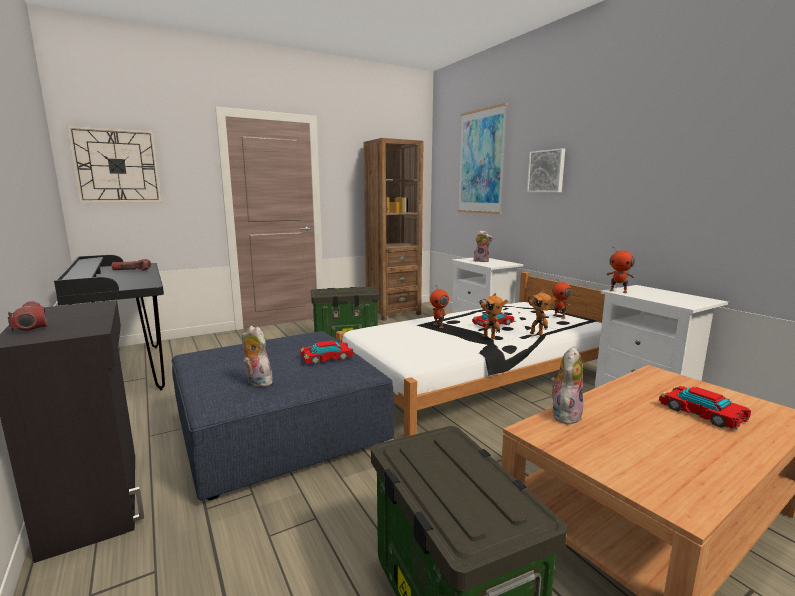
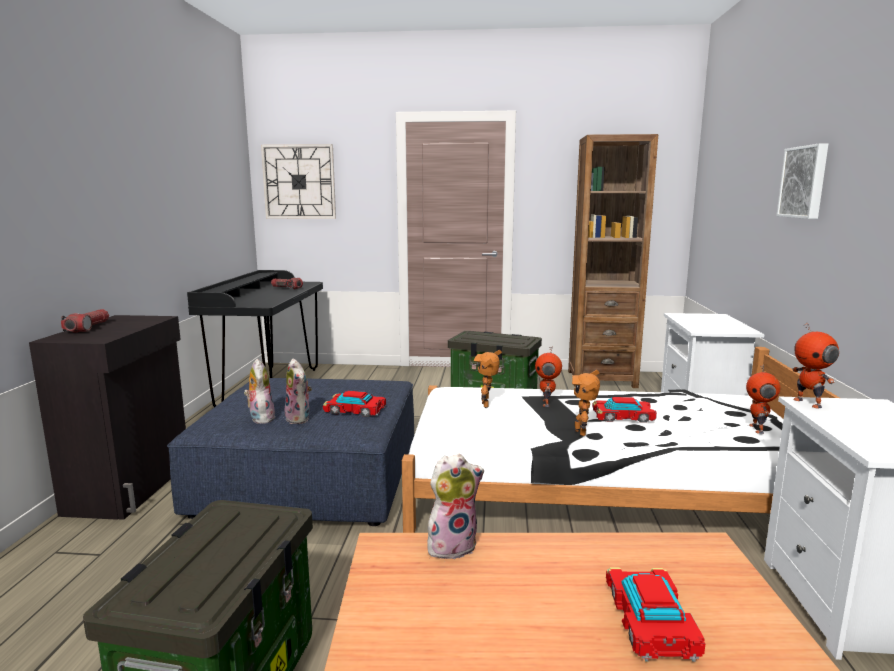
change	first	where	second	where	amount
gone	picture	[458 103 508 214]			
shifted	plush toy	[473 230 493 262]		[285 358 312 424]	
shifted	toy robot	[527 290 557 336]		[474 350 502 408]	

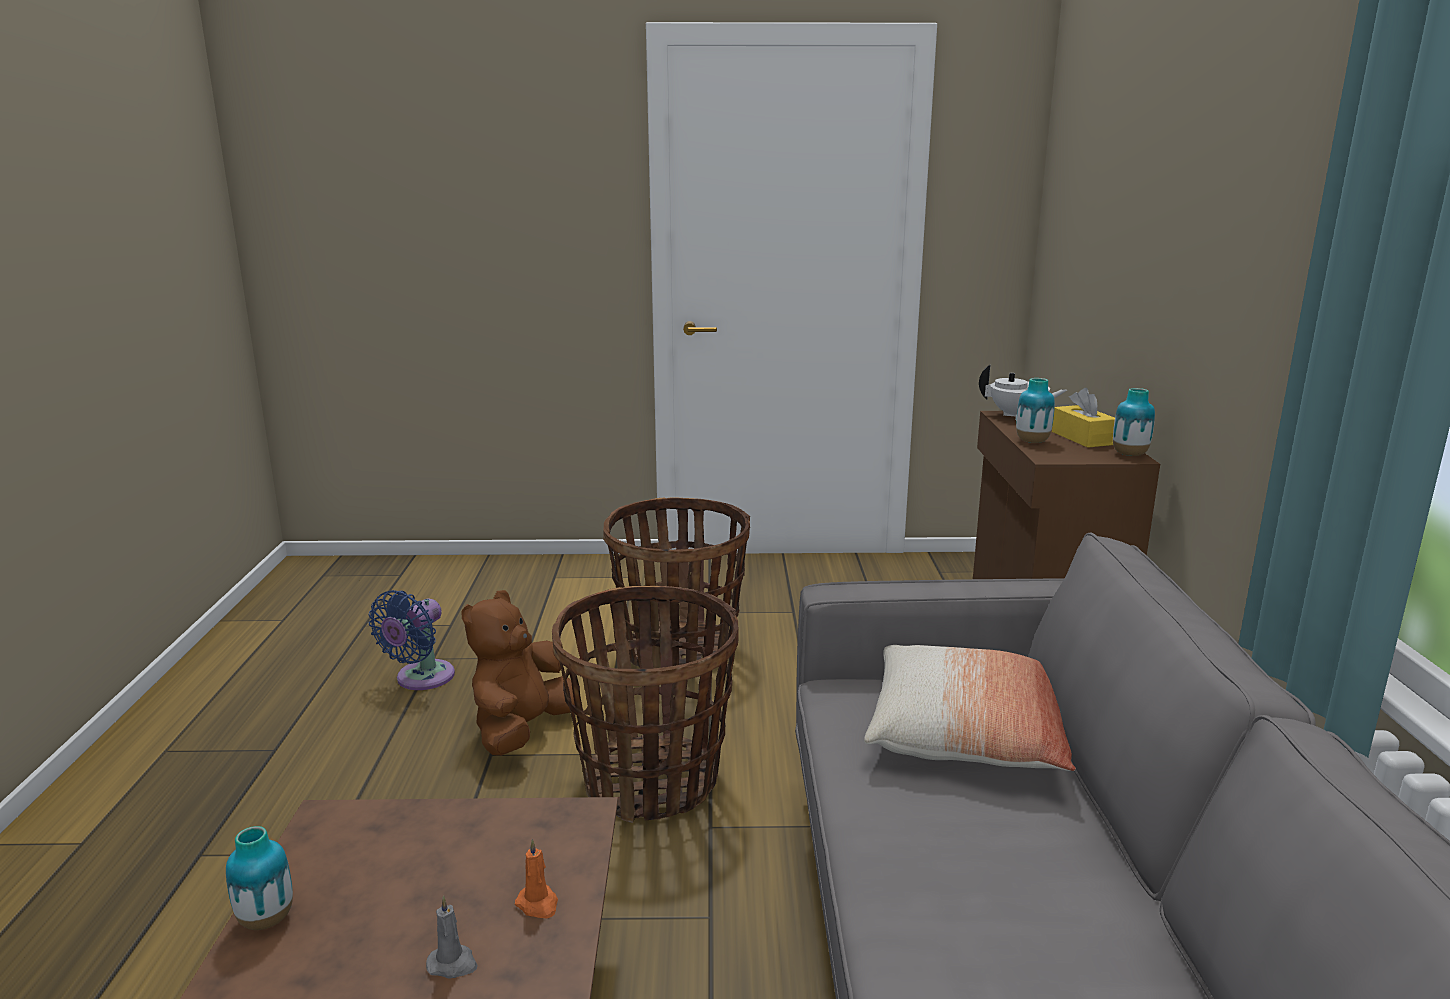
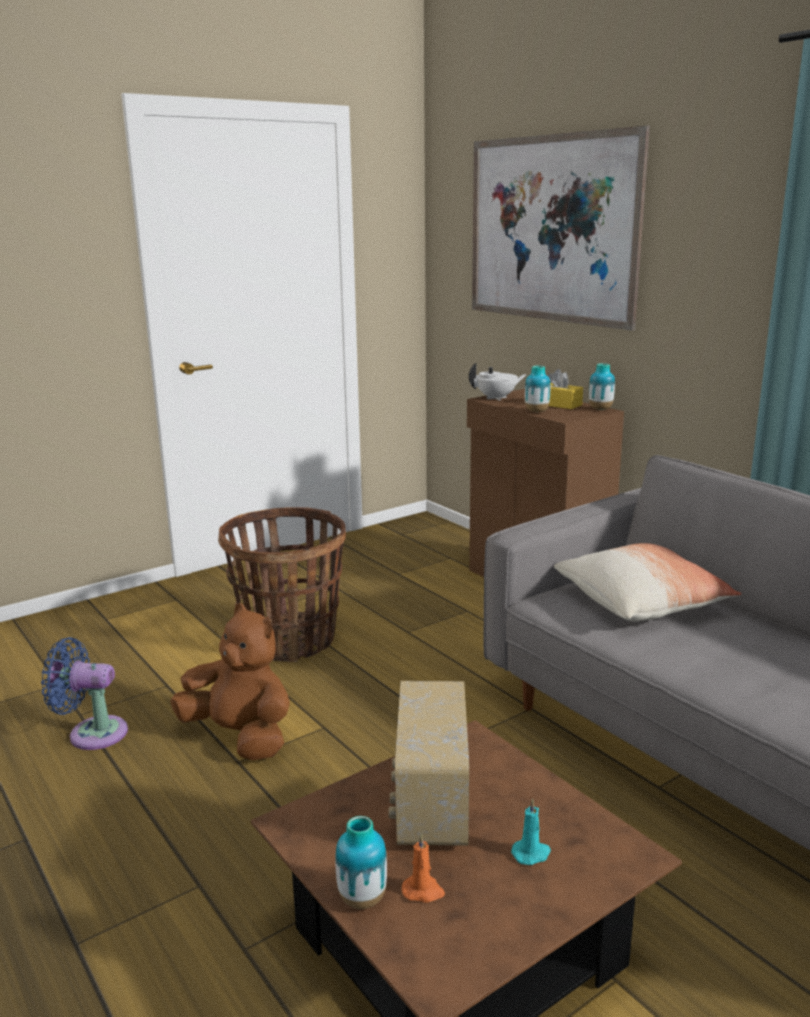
change	first	where	second	where	amount
rotated	blue fan	[369 590 455 690]		[41 637 128 750]	105 degrees clockwise
repainted	grey candle	[426 896 478 979]	turquoise candle	[511 799 551 865]	
rotated	brown plush toy	[461 590 575 756]		[170 604 290 760]	135 degrees clockwise
shifted	orange candle	[515 839 558 918]		[402 833 445 903]	
gone	basket	[552 586 739 823]			
new			radio	[389 681 469 846]	
new			picture	[472 125 650 331]	

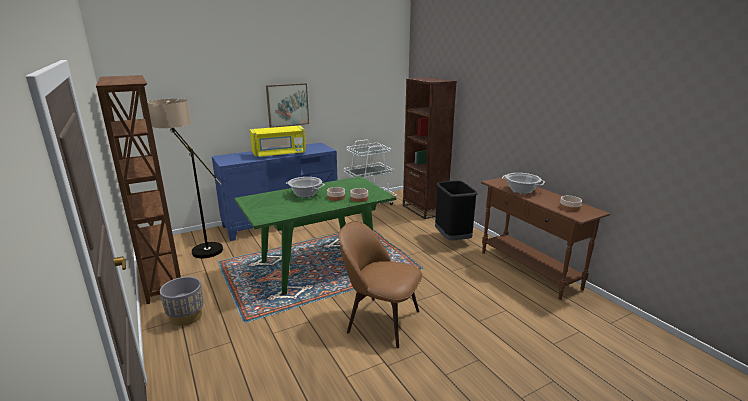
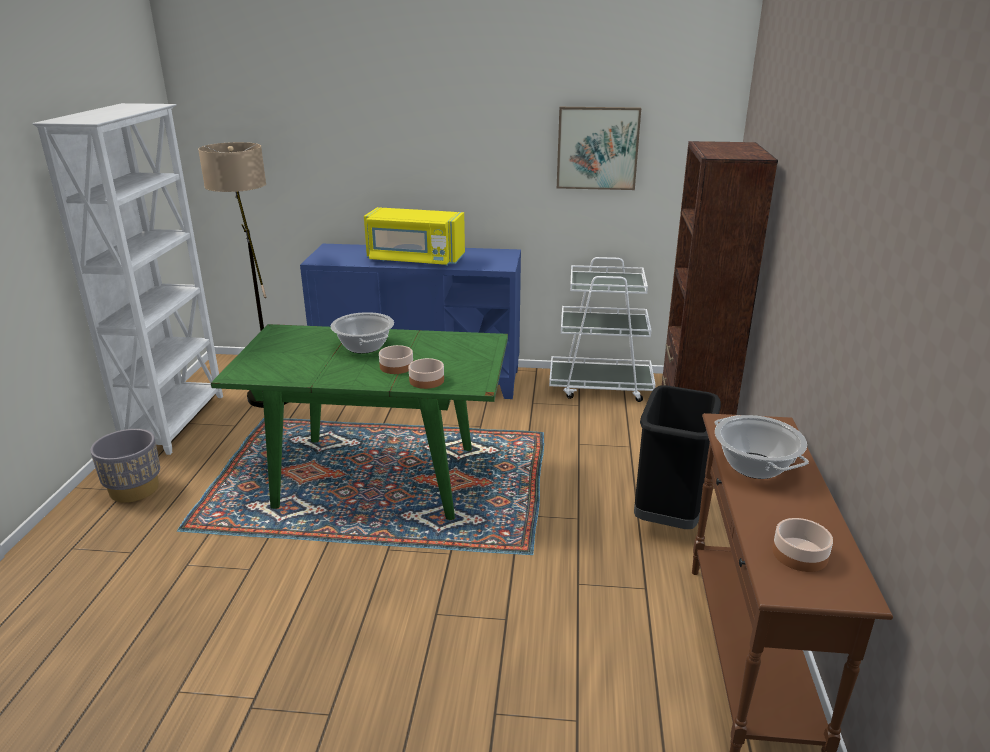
change	first	where	second	where	amount
repainted	brown bookcase	[96 75 181 304]	white bookcase	[32 103 223 455]	
shifted	picture	[266 83 309 128]		[557 107 641 190]	
gone	brown chair	[339 221 423 348]			

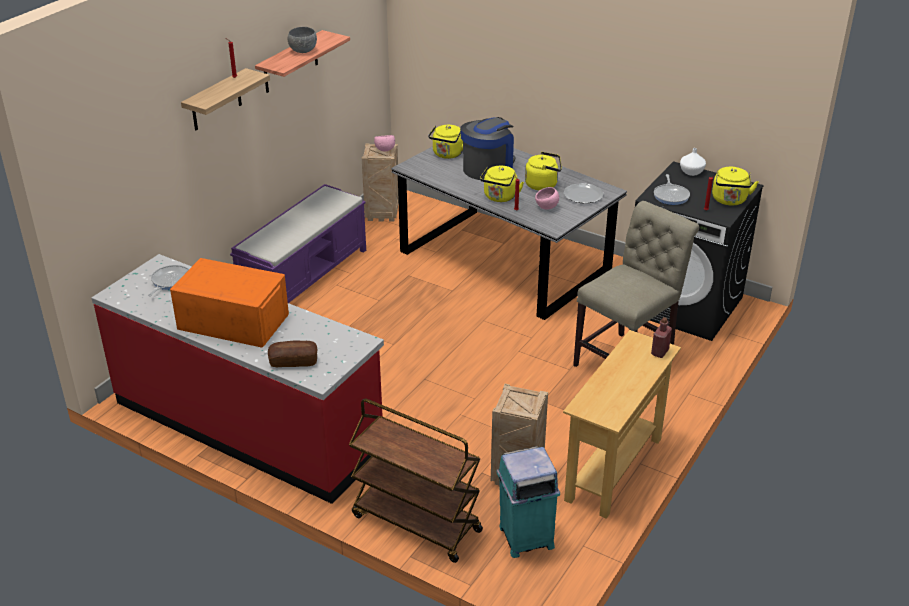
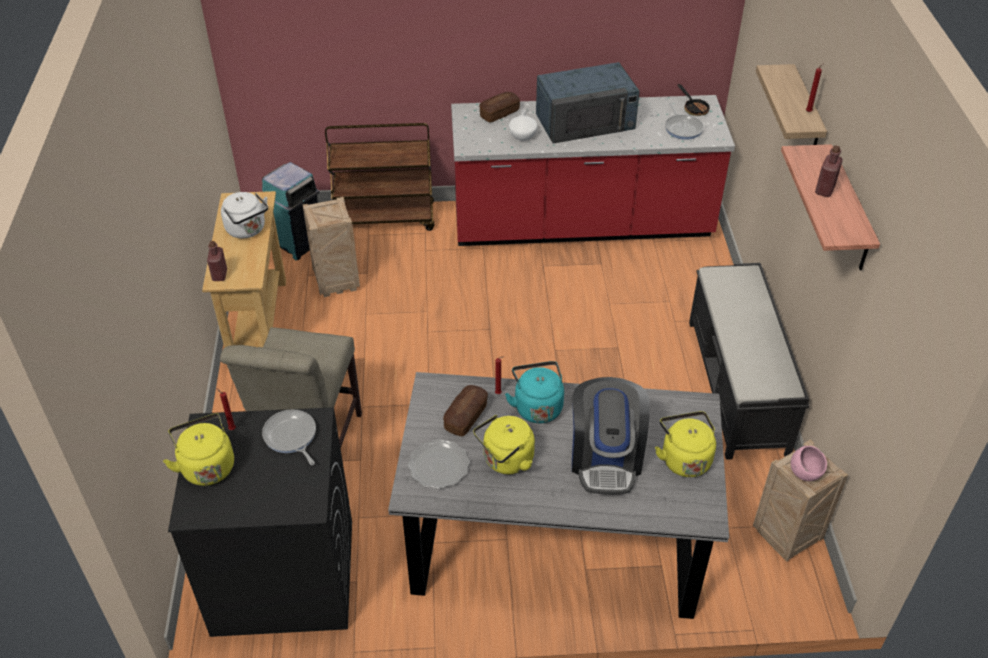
change	first	where	second	where	amount
repainted	orange microwave	[170 258 289 348]	blue microwave	[536 62 640 144]	
repainted	purple bench	[230 184 366 303]	black bench	[689 263 810 460]	
swapped	grey bowl	[288 27 317 53]	red bottle	[815 145 843 197]	
repainted	yellow kettle	[480 166 524 202]	turquoise kettle	[505 361 564 423]	
swapped	pink bowl	[535 187 559 210]	bread	[443 385 488 436]	
shifted	white vase	[680 148 706 176]		[509 110 537 141]	
new			white kettle	[221 192 268 238]	
new			frying pan	[677 84 710 116]	

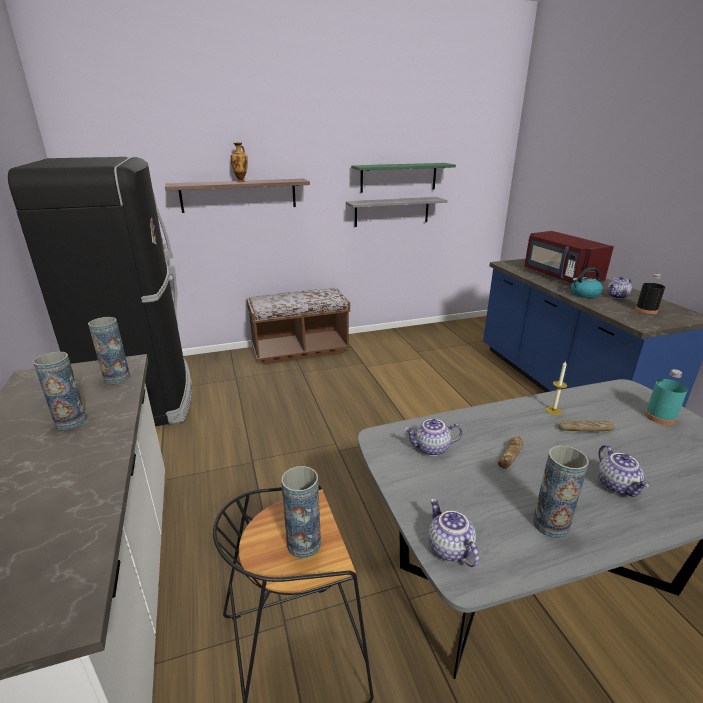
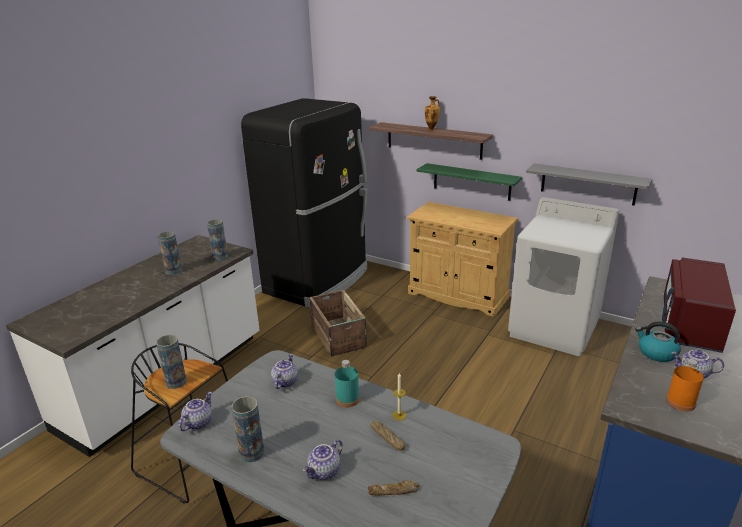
change	first	where	second	where	amount
swapped	brown bench	[247 288 350 364]	beige cabinet	[407 202 518 317]	
shifted	green shelf	[351 163 456 193]		[416 163 522 201]	
rotated	teapot	[404 419 462 456]		[271 354 298 389]	60 degrees clockwise
shifted	bread	[498 436 524 469]		[368 480 419 496]	
repainted	black bottle	[635 274 665 314]	orange bottle	[666 359 704 412]	
shifted	turquoise bottle	[645 369 688 425]		[335 360 360 407]	
new			crate	[310 290 367 356]	
new			white washing machine	[508 197 619 356]	

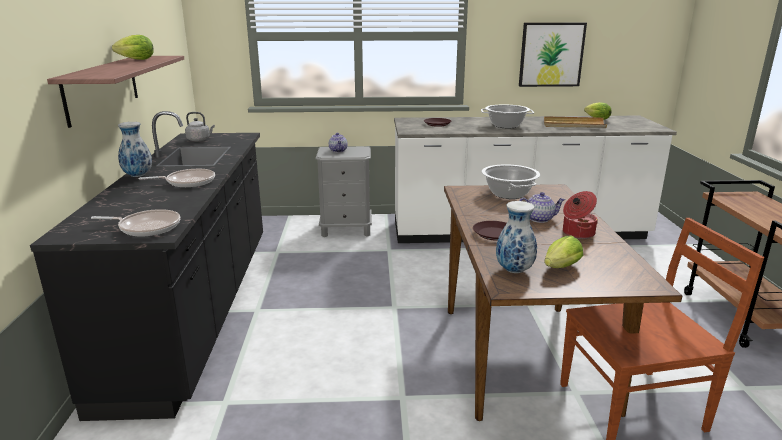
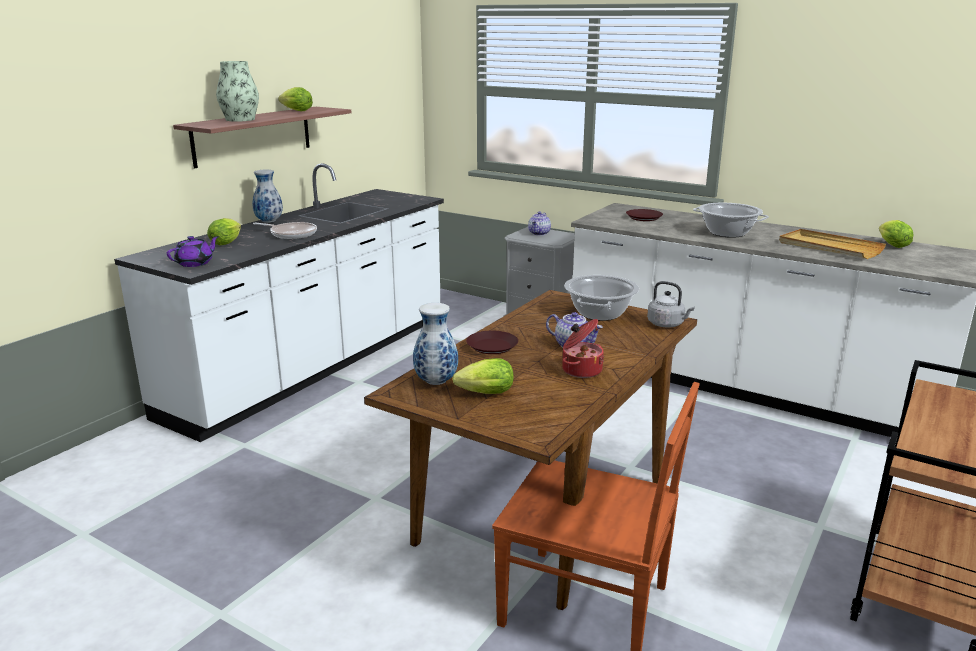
change	first	where	second	where	amount
repainted	black counter	[30 111 263 421]	white counter	[114 163 444 442]	
swapped	frying pan	[91 209 180 236]	purple teapot	[167 236 219 267]	
shifted	grey kettle	[185 112 215 141]		[647 281 695 328]	
gone	picture	[519 22 587 87]			
new			lettuce	[207 218 241 246]	
new			vase	[216 61 259 122]	

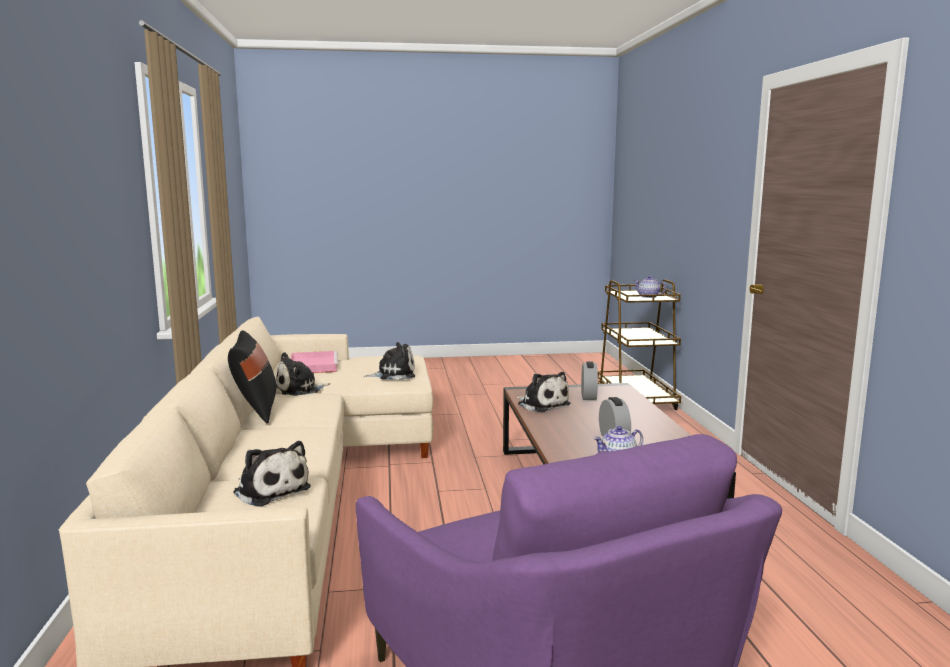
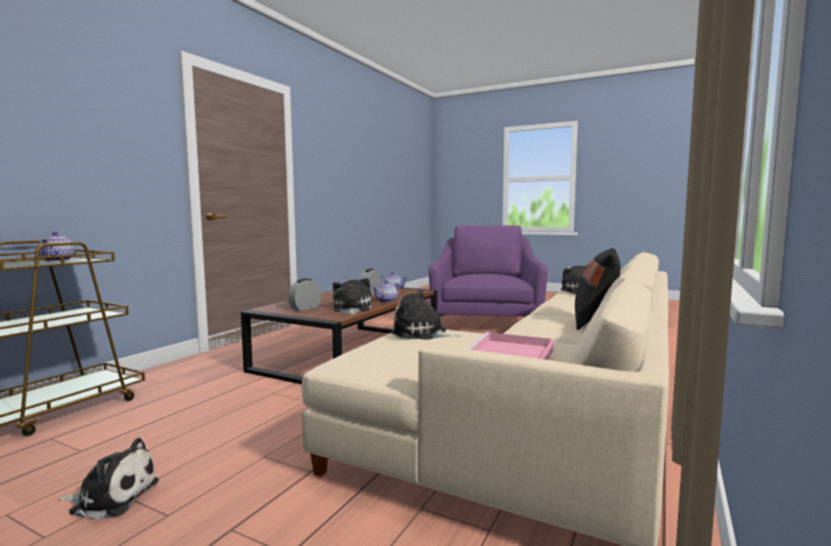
change	first	where	second	where	amount
shifted	plush toy	[276 352 330 396]		[59 438 159 520]	
new			teapot	[372 280 400 303]	

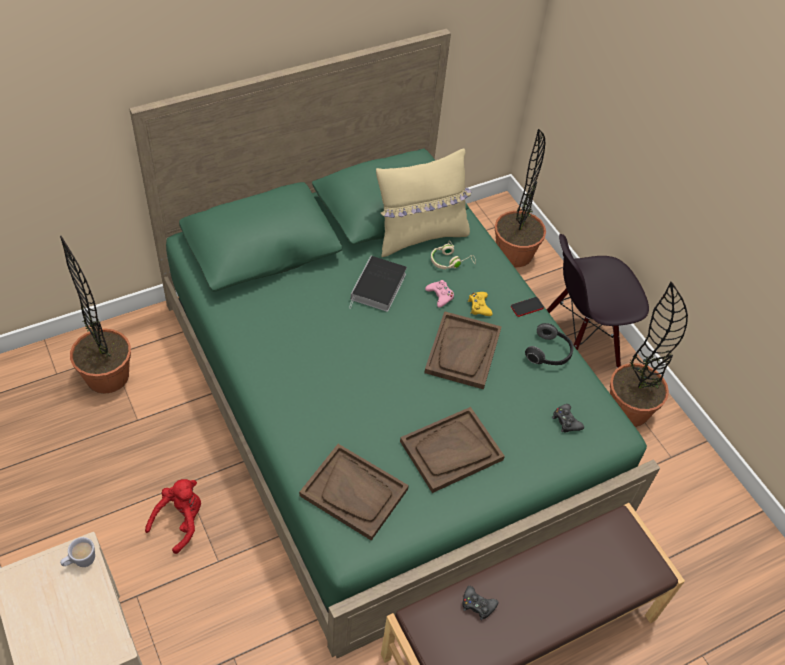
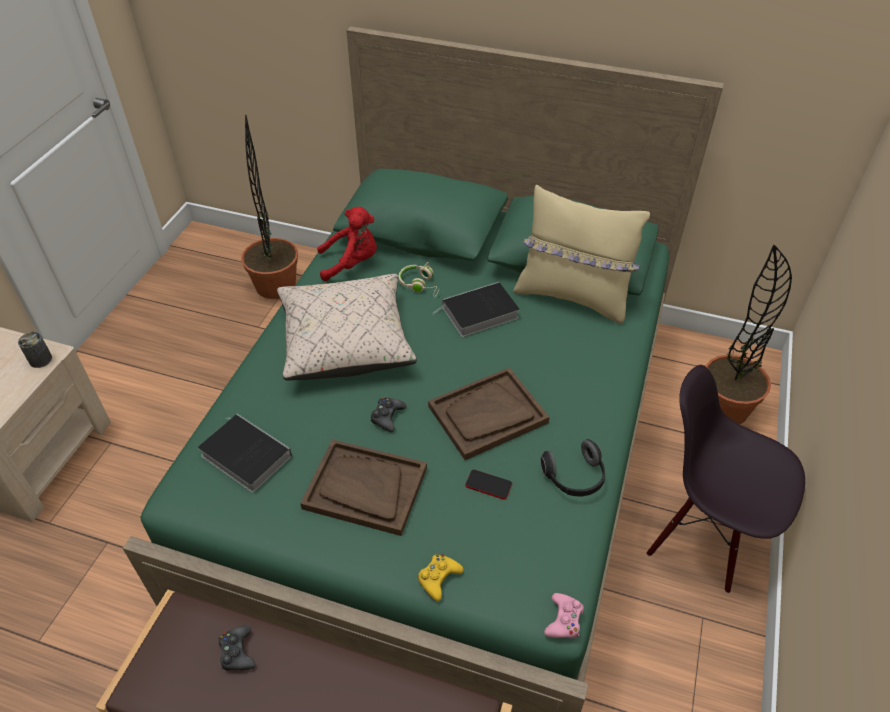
change	first	where	second	where	amount
swapped	white mug	[60 537 95 567]	can	[18 332 52 368]	
shifted	red plush toy	[145 479 201 554]		[317 207 377 281]	
swapped	brown tray	[299 444 409 541]	book	[198 414 292 493]	
shifted	pink game controller	[425 280 454 308]		[544 593 584 638]	
shifted	beige headphones	[431 240 476 269]		[399 262 439 298]	
shifted	yellow game controller	[468 292 493 316]		[418 554 464 601]	
shifted	phone	[511 297 544 317]		[465 470 512 500]	
shifted	black game controller	[552 404 584 433]		[371 397 406 432]	
gone	potted plant	[610 282 688 427]			
new			beige pillow	[277 274 417 381]	

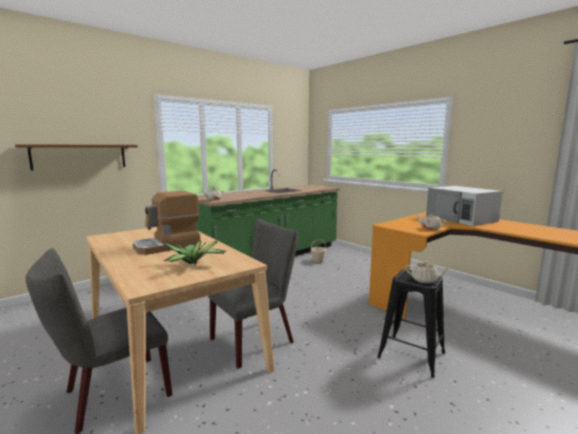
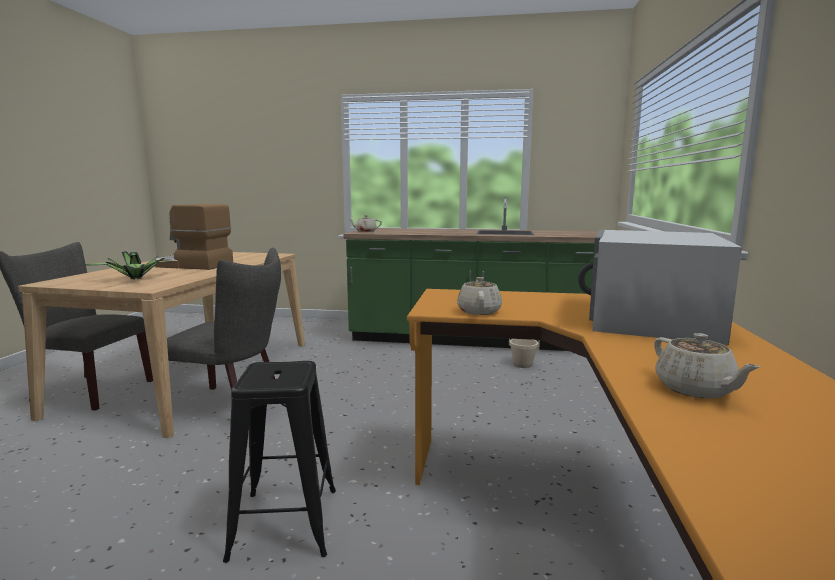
change	first	where	second	where	amount
gone	brown shelf	[15 144 138 170]			
shifted	beige teapot	[405 261 450 284]		[654 333 760 399]	

